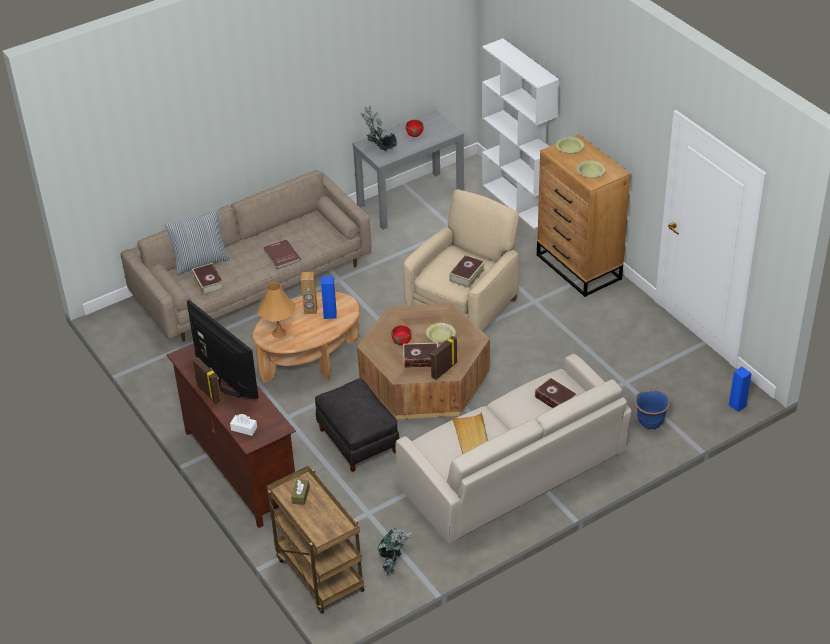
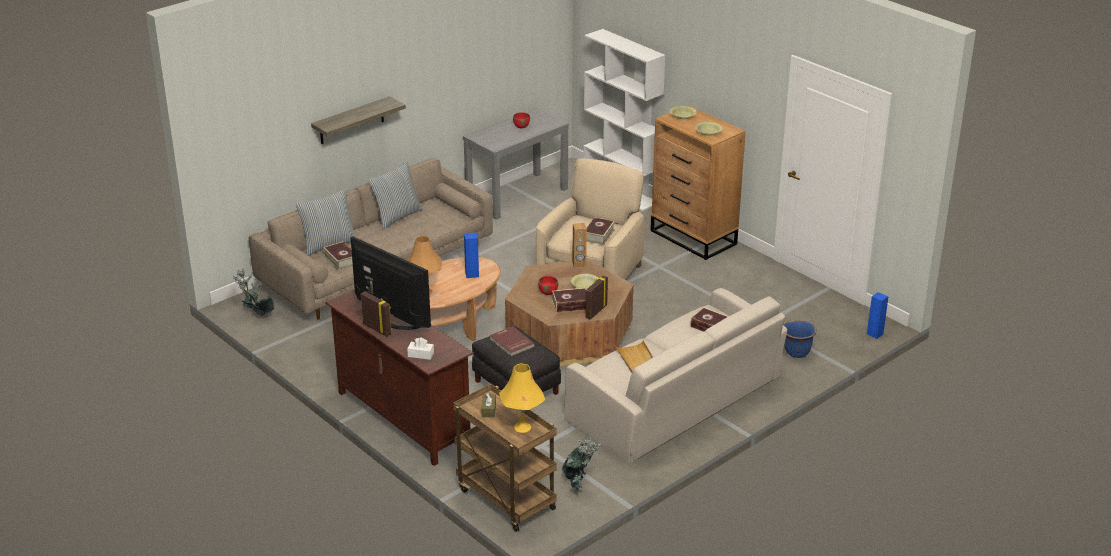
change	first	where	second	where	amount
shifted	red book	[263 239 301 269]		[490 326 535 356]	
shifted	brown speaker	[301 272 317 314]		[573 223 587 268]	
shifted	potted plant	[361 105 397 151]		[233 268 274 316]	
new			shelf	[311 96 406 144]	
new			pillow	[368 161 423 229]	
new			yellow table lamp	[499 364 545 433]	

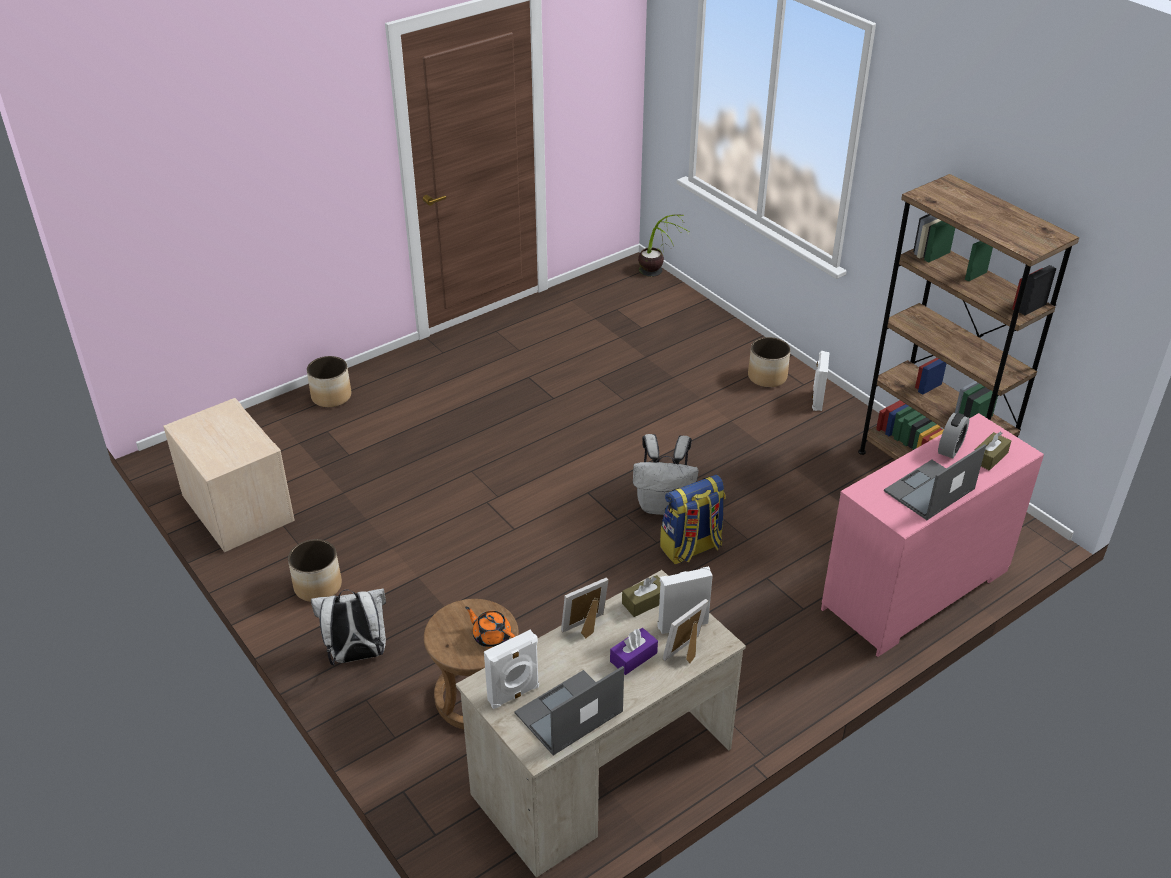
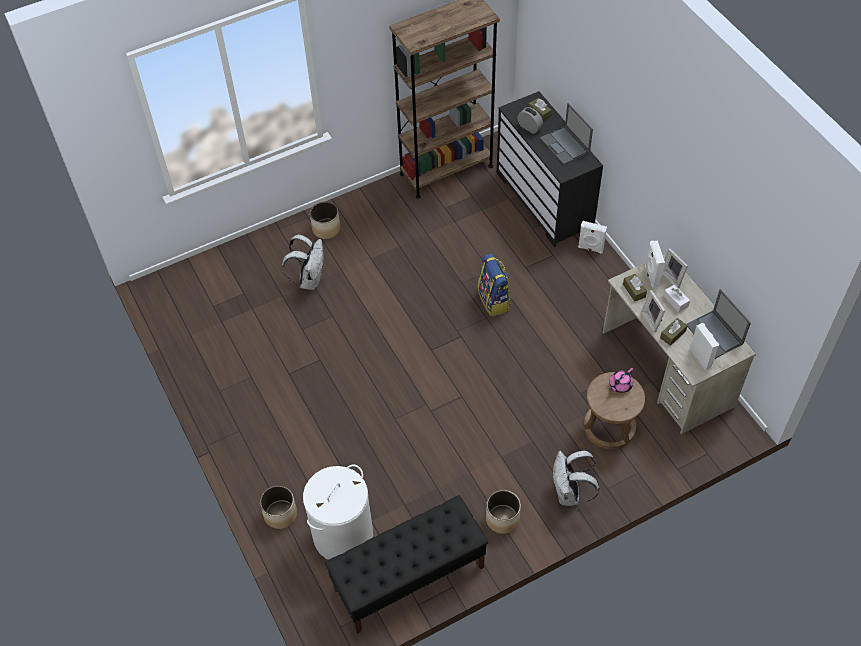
change	first	where	second	where	amount
swapped	beige nightstand	[163 398 295 552]	black bench	[325 495 488 634]	
repainted	orange teapot	[465 607 515 648]	pink teapot	[609 368 633 393]	
repainted	purple tissue box	[610 628 658 675]	white tissue box	[663 284 690 312]	
shifted	white backpack	[633 434 699 515]		[282 234 324 290]	
gone	potted plant	[638 214 690 277]			
shifted	white speaker	[812 351 830 411]		[578 221 607 254]	
repainted	pink dresser	[821 413 1044 657]	black dresser	[496 91 603 247]	
new			white laundry basket	[303 465 373 560]	
new			brown tissue box	[660 318 688 346]	

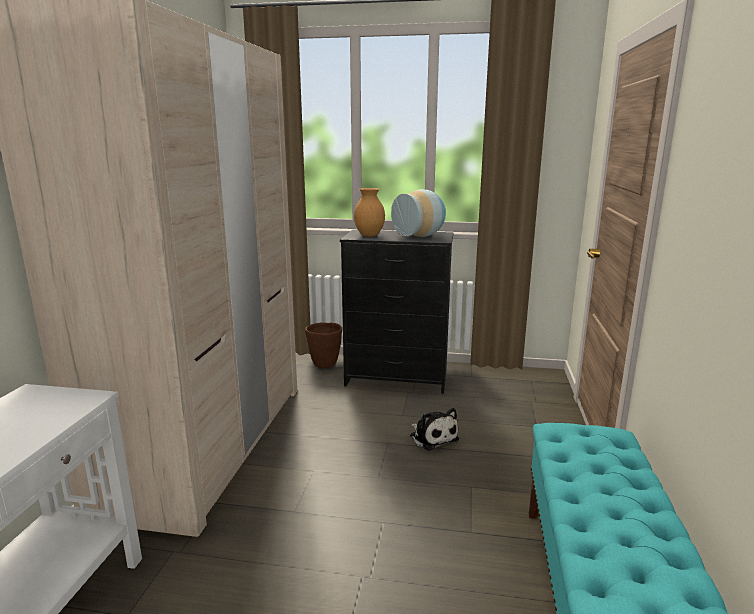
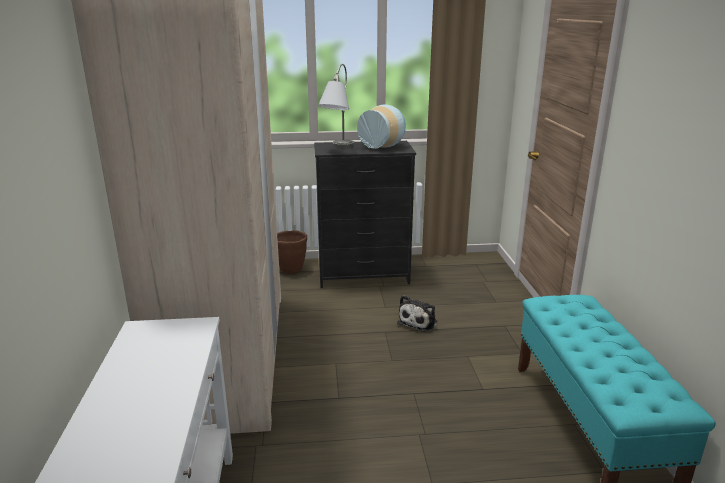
change	first	where	second	where	amount
swapped	brown vase	[354 188 385 237]	grey table lamp	[318 64 354 148]	
rotated	plush toy	[410 408 459 451]		[397 295 437 332]	75 degrees clockwise

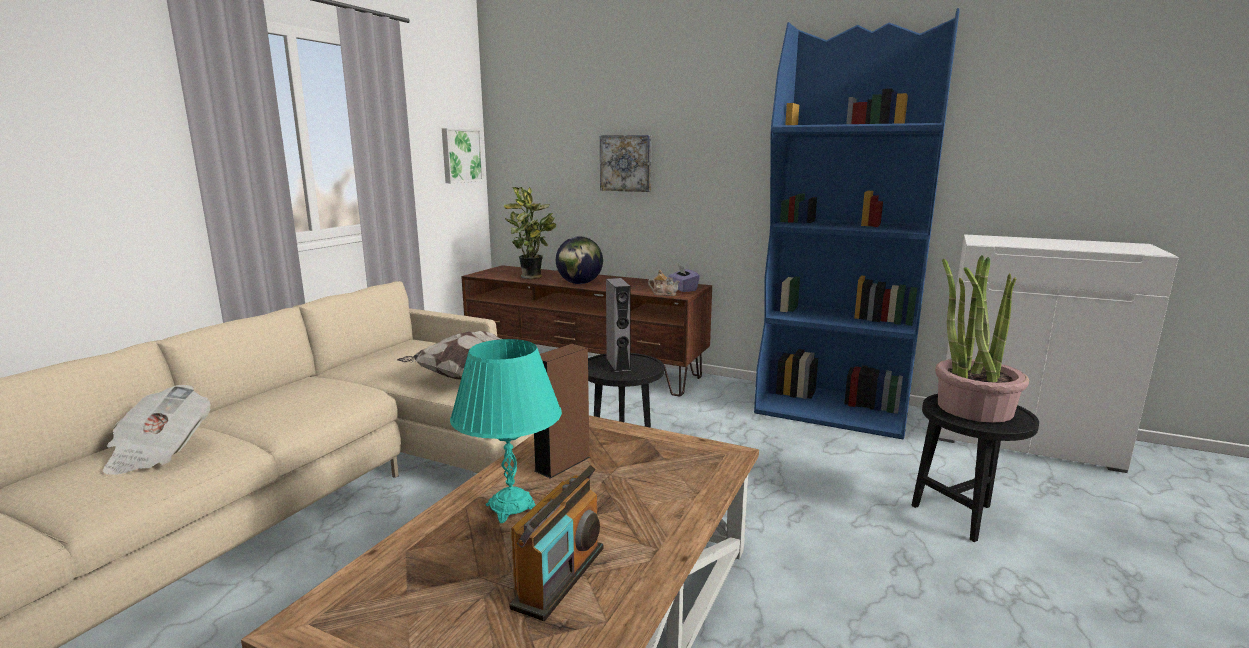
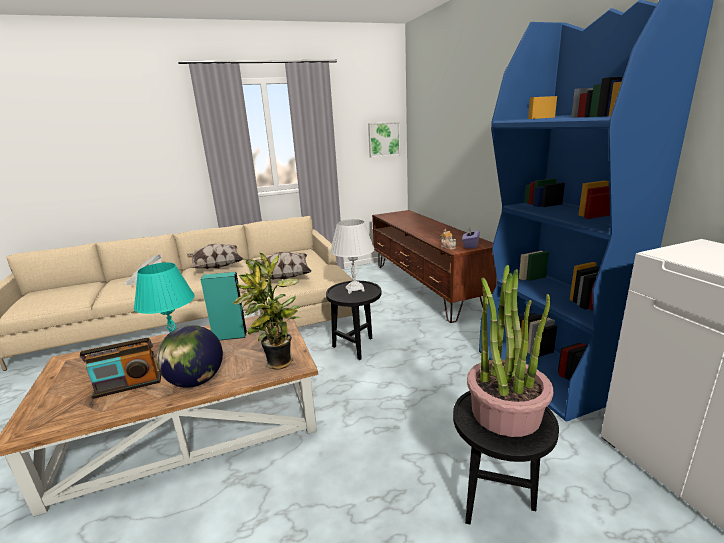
change	first	where	second	where	amount
shifted	potted plant	[504 186 556 279]		[233 252 301 370]	
repainted	brown speaker	[534 344 590 479]	turquoise speaker	[200 272 247 340]	
shifted	globe	[556 236 603 284]		[156 325 223 388]	
gone	picture	[600 135 651 192]			
swapped	grey speaker	[606 278 631 372]	white table lamp	[330 219 375 294]	
new			pillow	[188 244 243 269]	

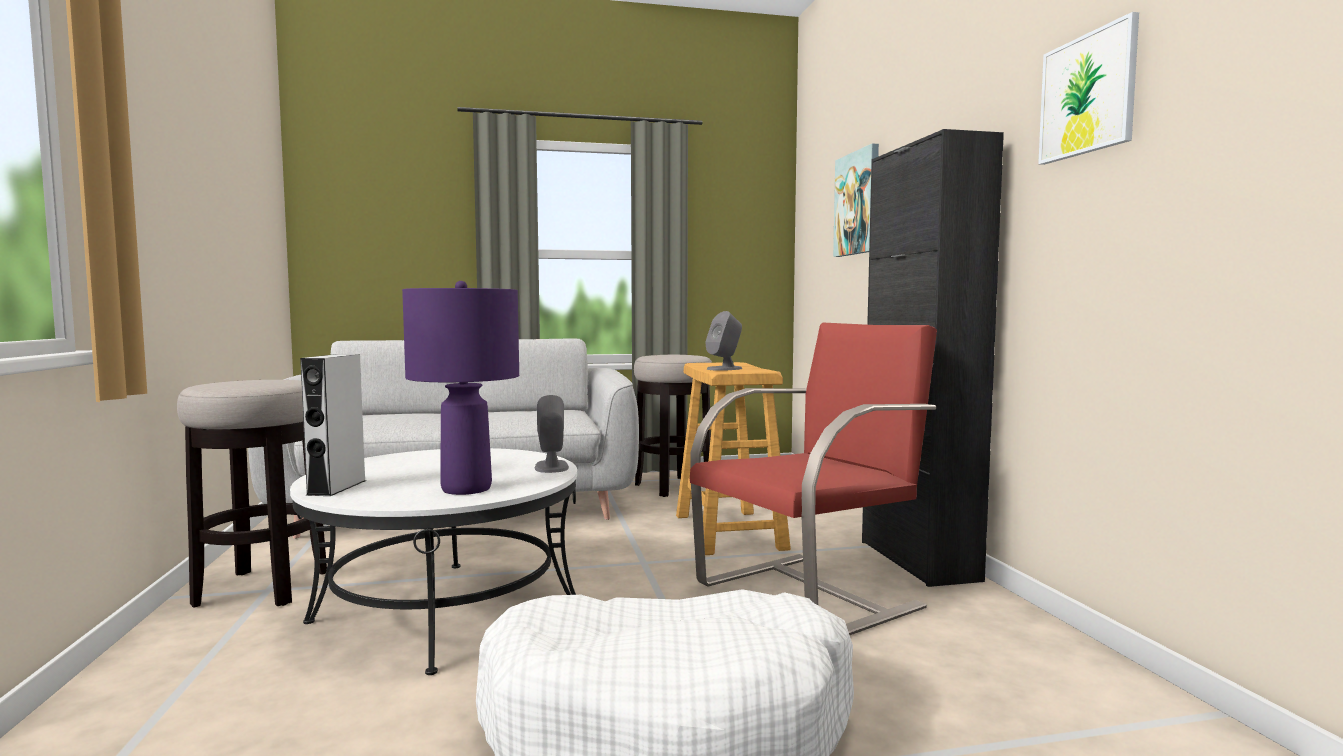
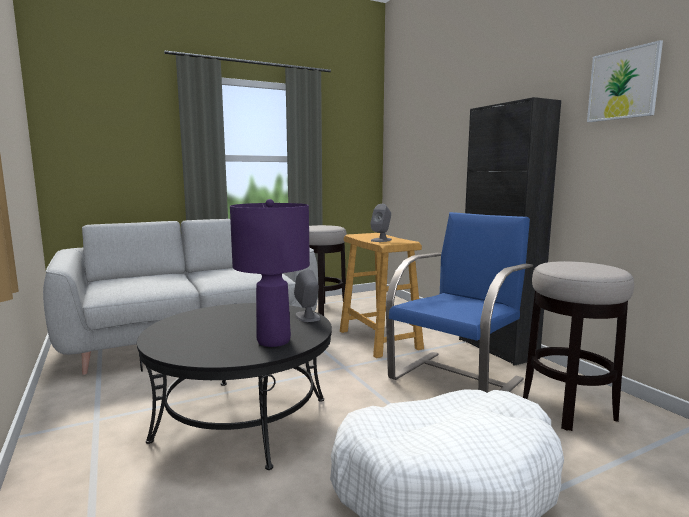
change	first	where	second	where	amount
shifted	stool	[177 380 327 608]		[523 261 634 431]	
repainted	white coffee table	[290 448 577 675]	black coffee table	[137 303 332 470]	
gone	grey speaker	[300 354 366 496]			
repainted	red armchair	[690 323 937 635]	blue armchair	[386 212 533 393]	
gone	picture	[833 143 879 257]			

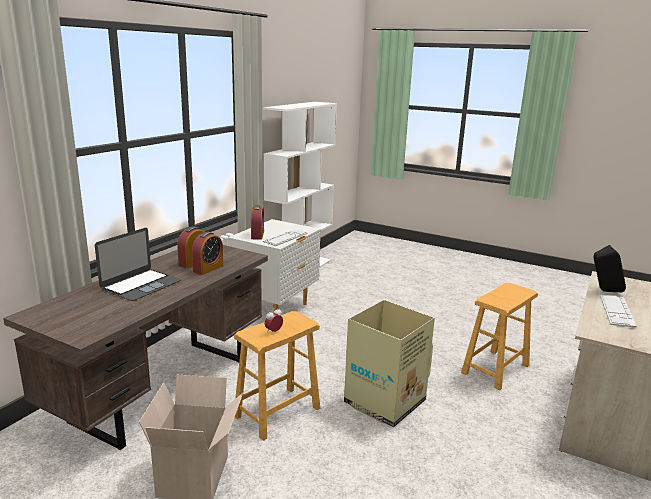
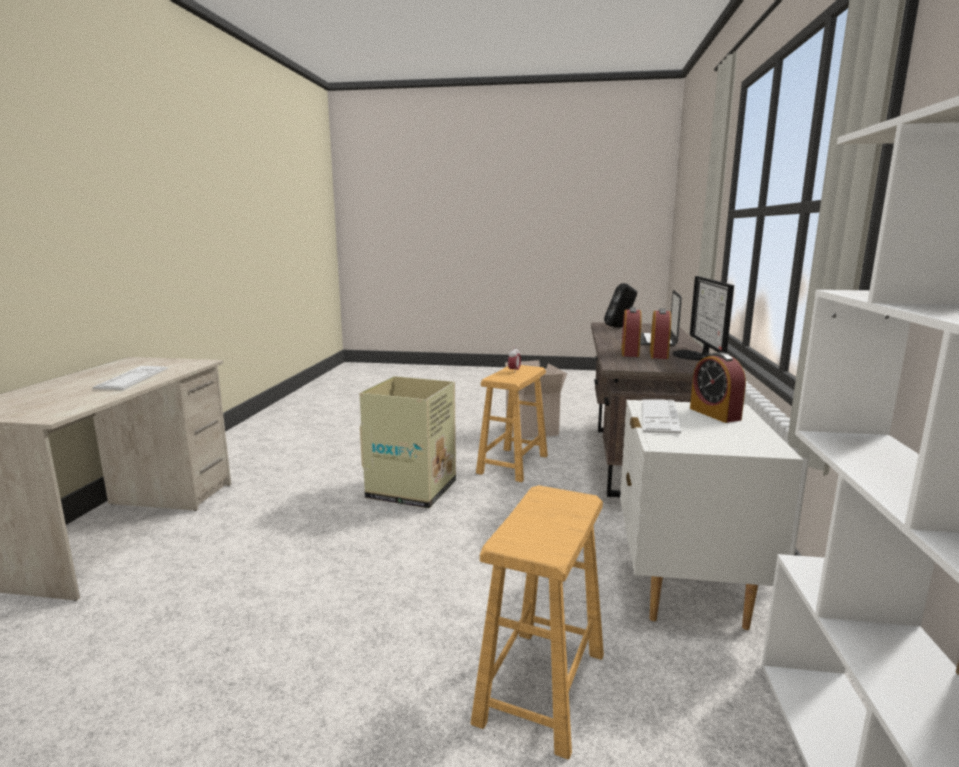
change	first	where	second	where	amount
shifted	brown stool	[461 283 538 390]		[470 485 604 760]	
shifted	black speaker	[594 245 626 292]		[604 283 637 327]	
new			monitor	[673 276 734 360]	

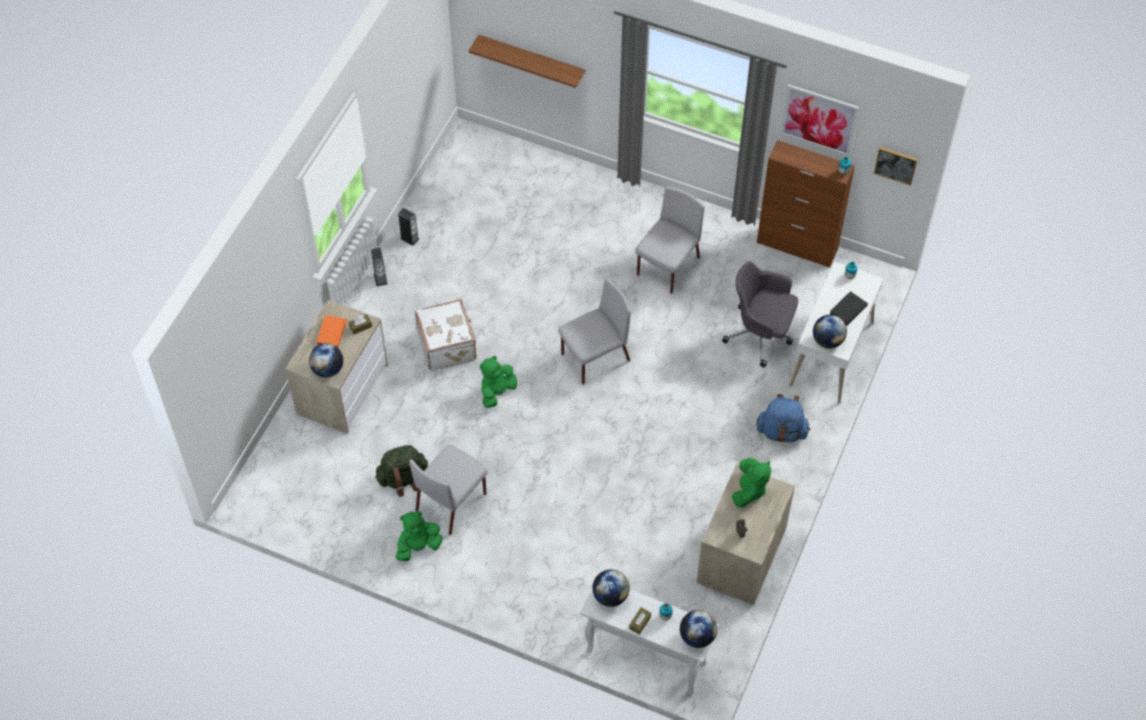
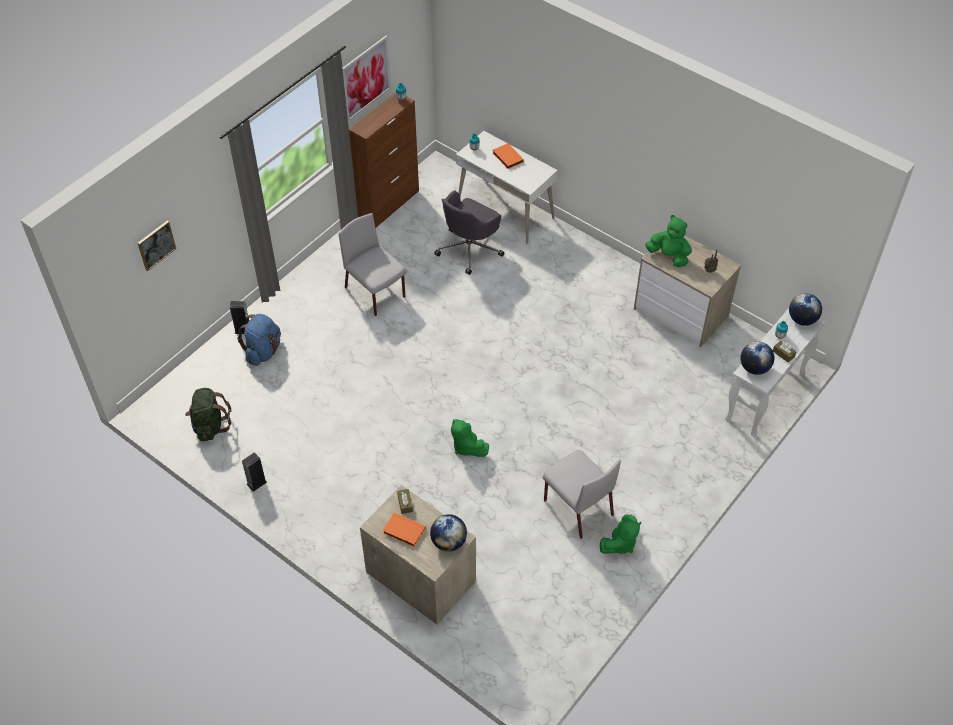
change	first	where	second	where	amount
shifted	speaker	[371 248 388 286]		[230 301 248 334]	
shifted	green backpack	[375 445 428 497]		[185 388 231 441]	
rotated	green plush toy	[396 511 443 561]		[600 514 641 554]	120 degrees counterclockwise
gone	white suitcase	[415 299 476 371]			
gone	shelf	[469 35 585 88]			
gone	grey chair	[558 279 631 385]			
shifted	blue backpack	[757 394 811 442]		[238 314 281 366]	
gone	globe	[813 315 847 348]			
repainted	black book	[830 291 868 326]	orange book	[493 143 524 169]	
shifted	picture	[874 147 917 186]		[138 221 176 271]	

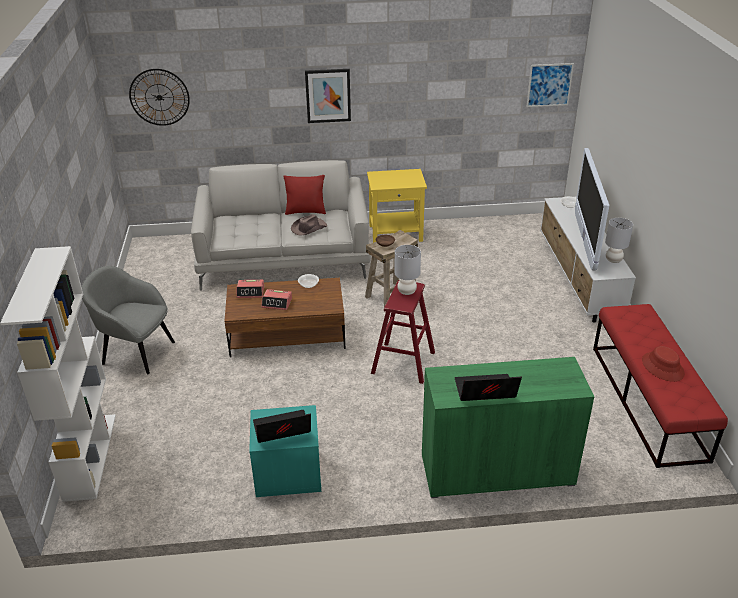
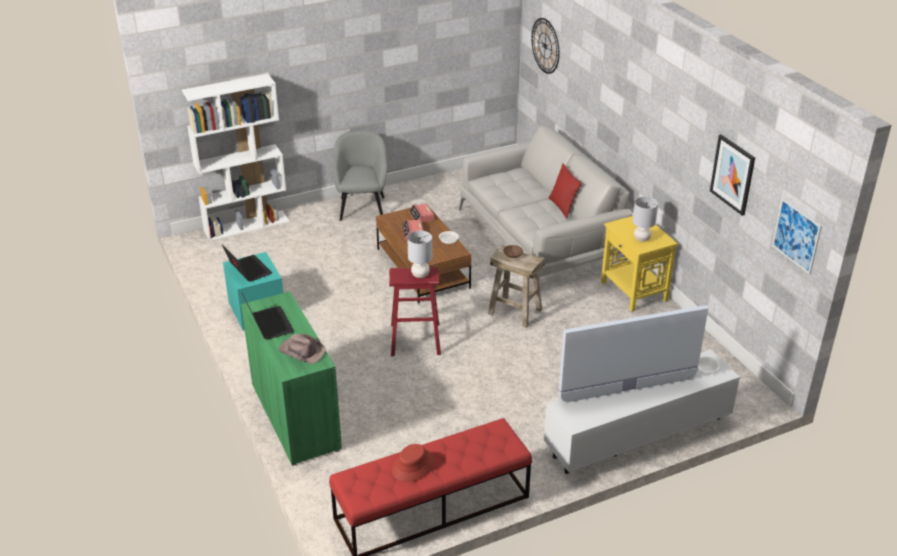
change	first	where	second	where	amount
shifted	brown hat	[291 214 327 236]		[278 334 326 364]	
shifted	picture	[305 69 351 123]		[710 134 755 216]	
shifted	grey table lamp	[605 218 633 263]		[632 197 658 242]	

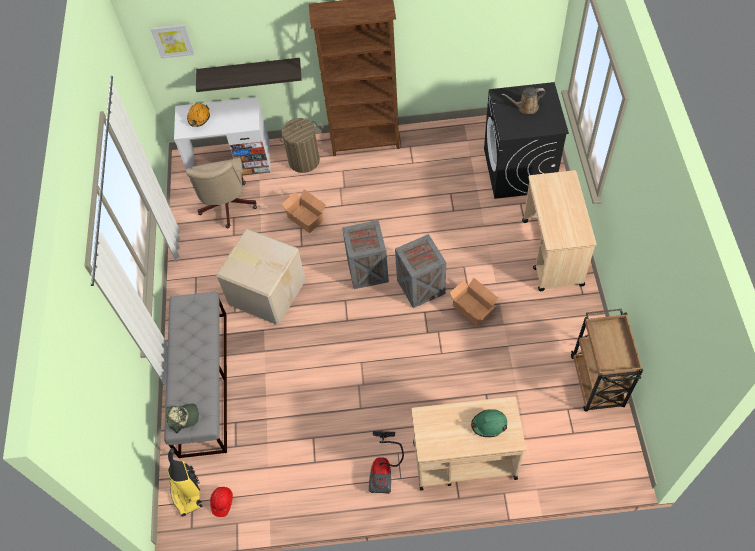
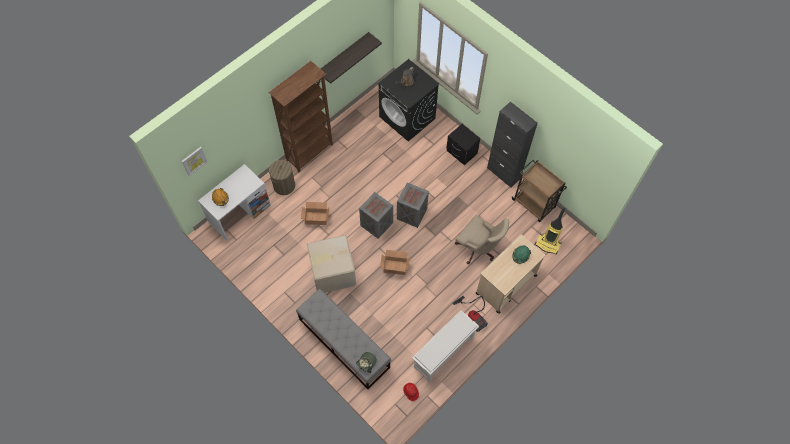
change	first	where	second	where	amount
shifted	vacuum cleaner	[168 448 203 517]		[535 208 565 254]	
shifted	beige office chair	[186 158 257 228]		[455 215 509 264]	
shifted	shelf	[196 58 302 92]		[321 32 382 84]	
shifted	cardboard box	[450 278 498 326]		[380 250 410 275]	
swapped	beige cart	[522 170 597 291]	black nightstand	[446 124 480 165]	
new			white shoe rack	[412 310 479 383]	
new			black cabinet	[487 102 538 188]	

